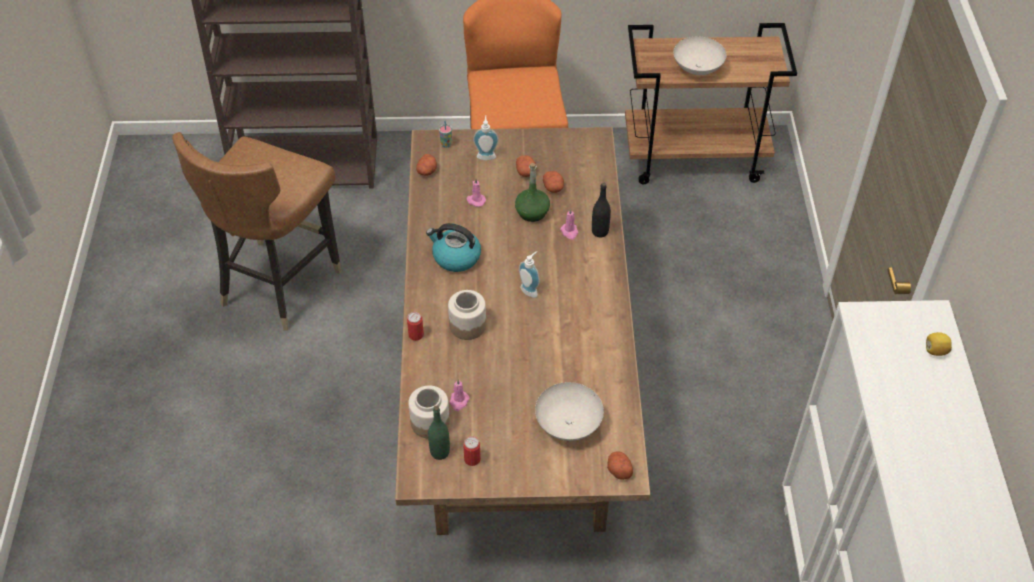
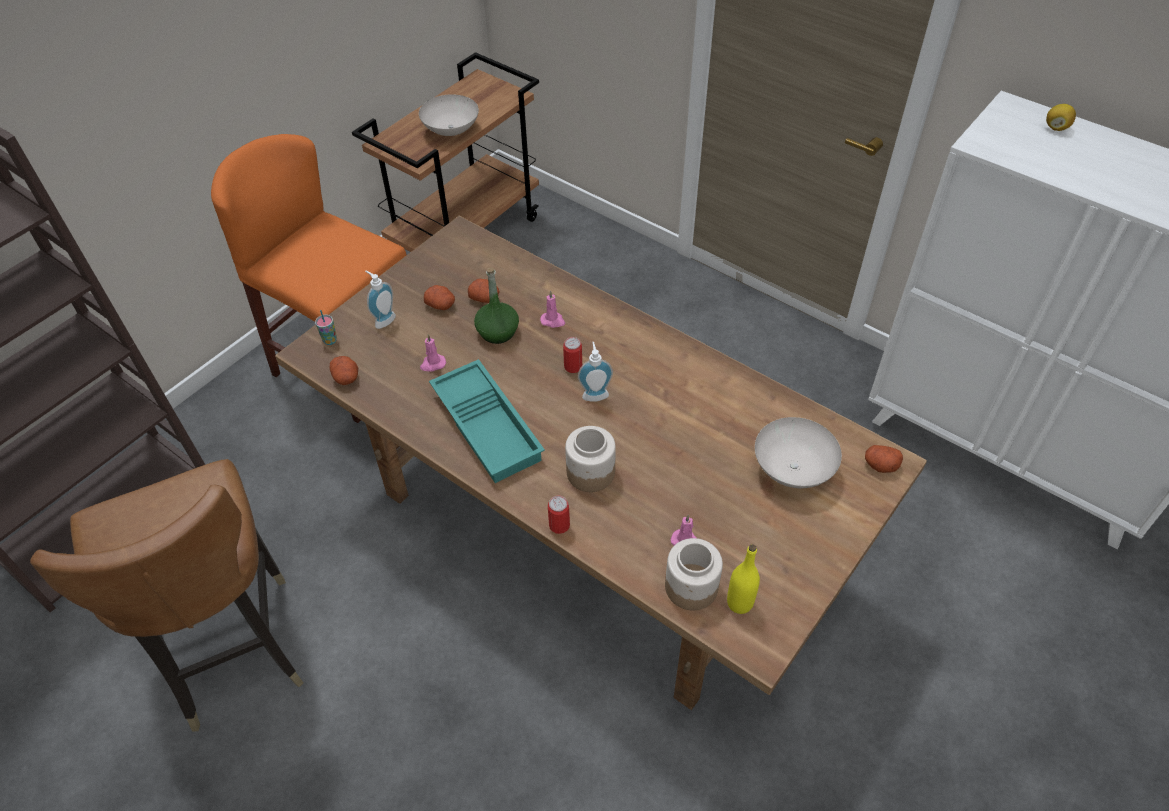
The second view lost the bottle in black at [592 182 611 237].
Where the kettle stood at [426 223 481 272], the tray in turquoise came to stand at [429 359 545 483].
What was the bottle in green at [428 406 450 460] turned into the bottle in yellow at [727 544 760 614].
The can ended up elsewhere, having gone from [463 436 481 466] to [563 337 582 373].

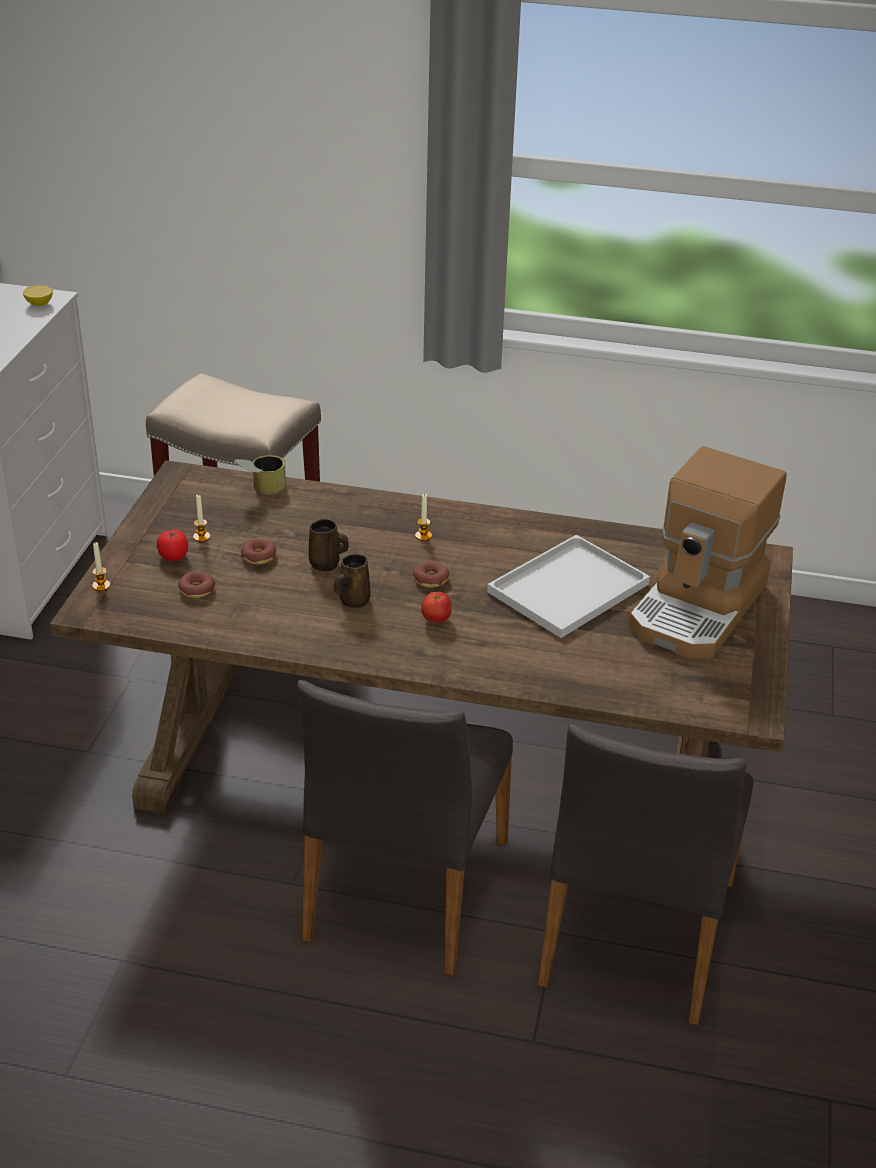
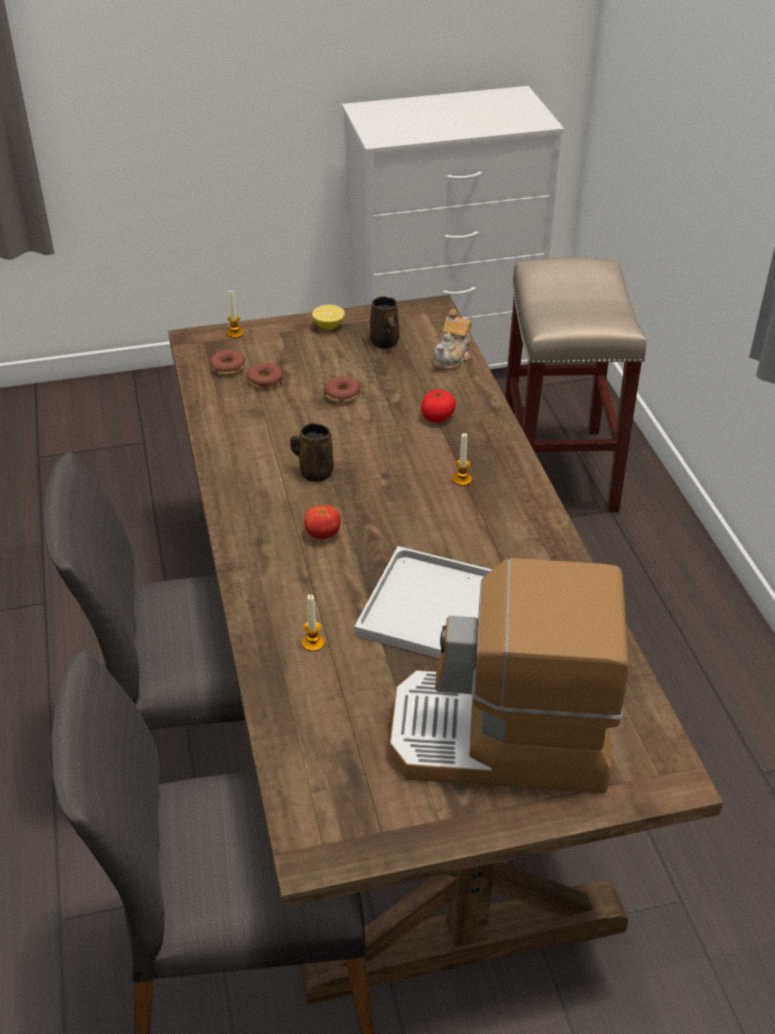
The lemon ended up elsewhere, having gone from [23 285 53 306] to [312 305 345 330].
Where the can stood at [234 455 286 493], the teapot came to stand at [433 309 472 370].
The candle ended up elsewhere, having gone from [193 495 210 542] to [302 594 325 652].
The mug in brown ended up elsewhere, having gone from [309 519 349 571] to [370 296 400 349].
The tomato ended up elsewhere, having gone from [157 530 188 561] to [421 390 456 423].
The donut ended up elsewhere, having gone from [413 560 449 588] to [210 350 245 375].

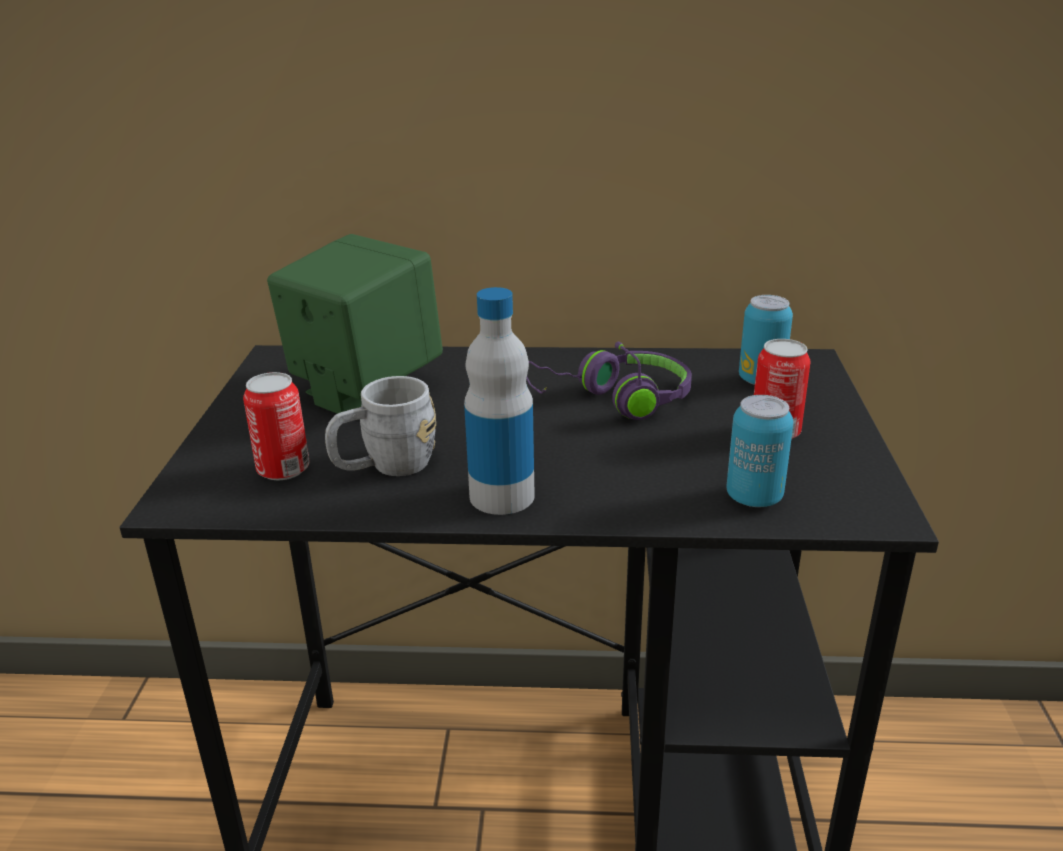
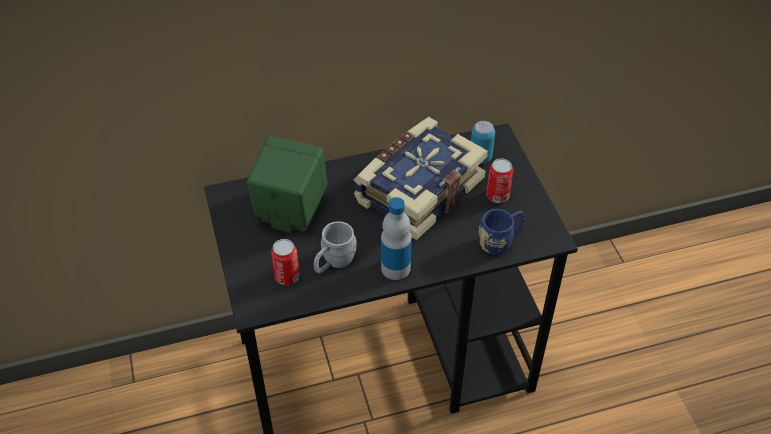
Where the headphones in purple stood at [526 342 692 420], the book came to stand at [354 117 488 240].
Where the can stood at [726 395 793 507], the mug in blue came to stand at [479 209 525 255].

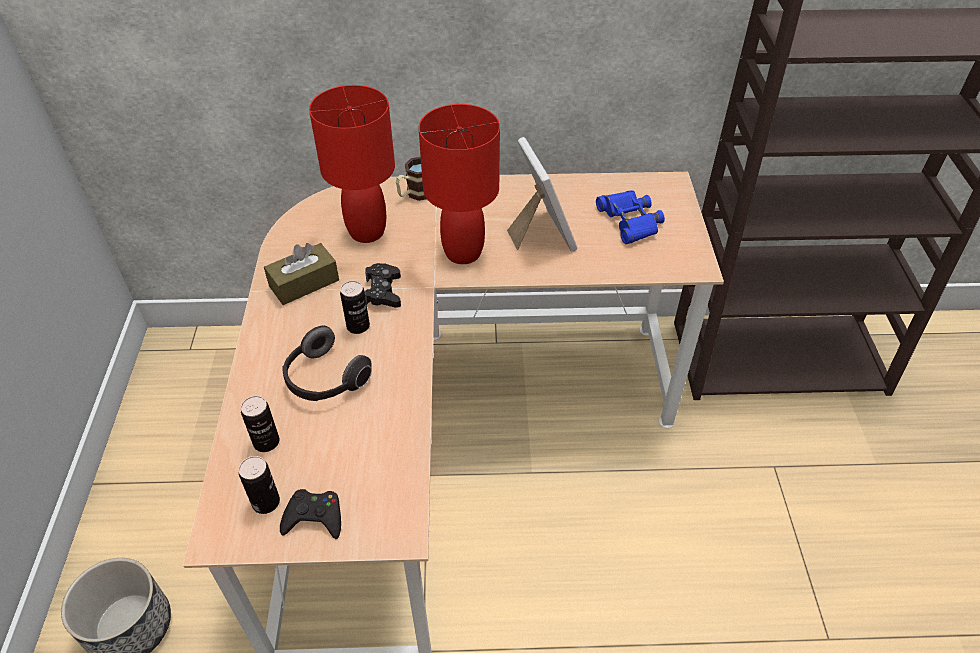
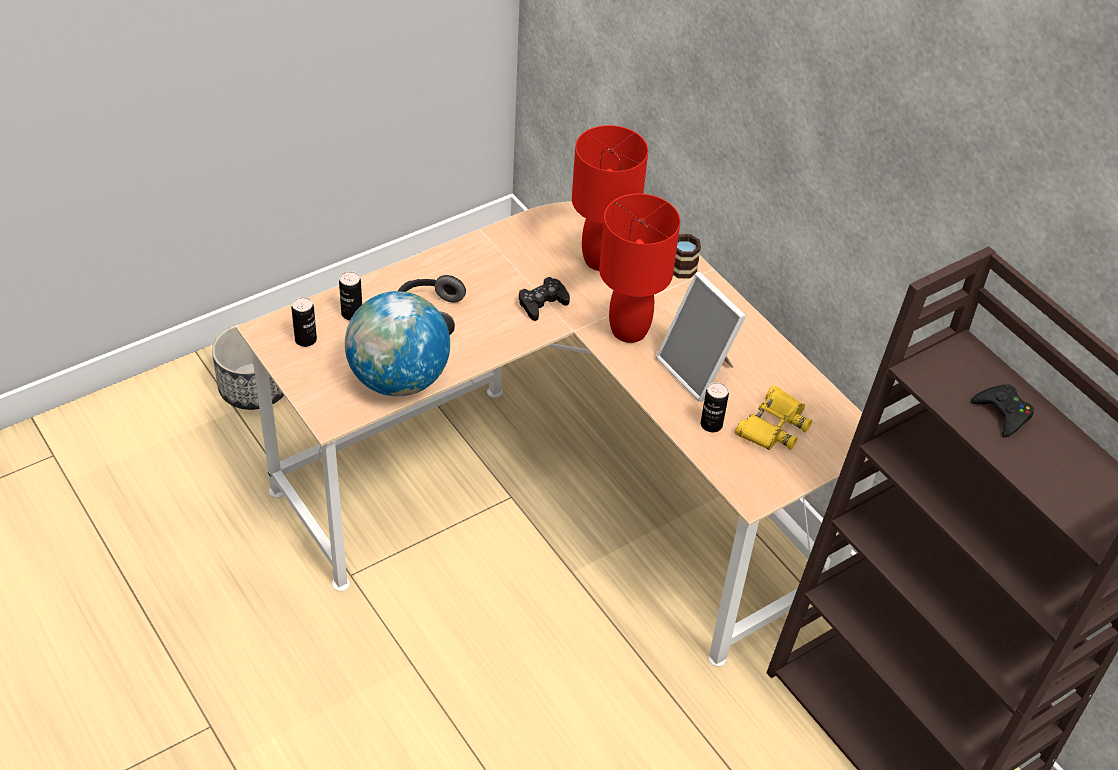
The picture frame at [507 137 577 252] ended up facing another way, 105 degrees clockwise from before.
What was the binoculars in blue at [596 190 665 244] turned into the binoculars in yellow at [735 385 812 450].
The second view lost the tissue box in brown at [264 243 339 305].
The can ended up elsewhere, having gone from [340 281 370 334] to [701 382 729 432].
The game controller in black ended up elsewhere, having gone from [280 489 341 539] to [971 384 1034 438].
The second view gained the globe at [345 291 450 396].

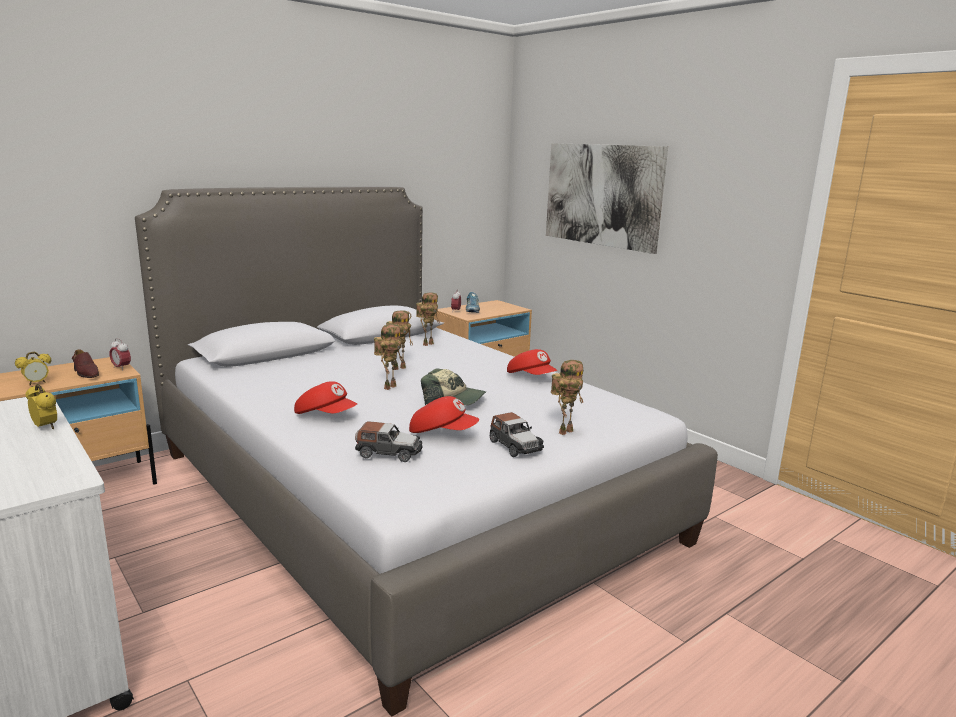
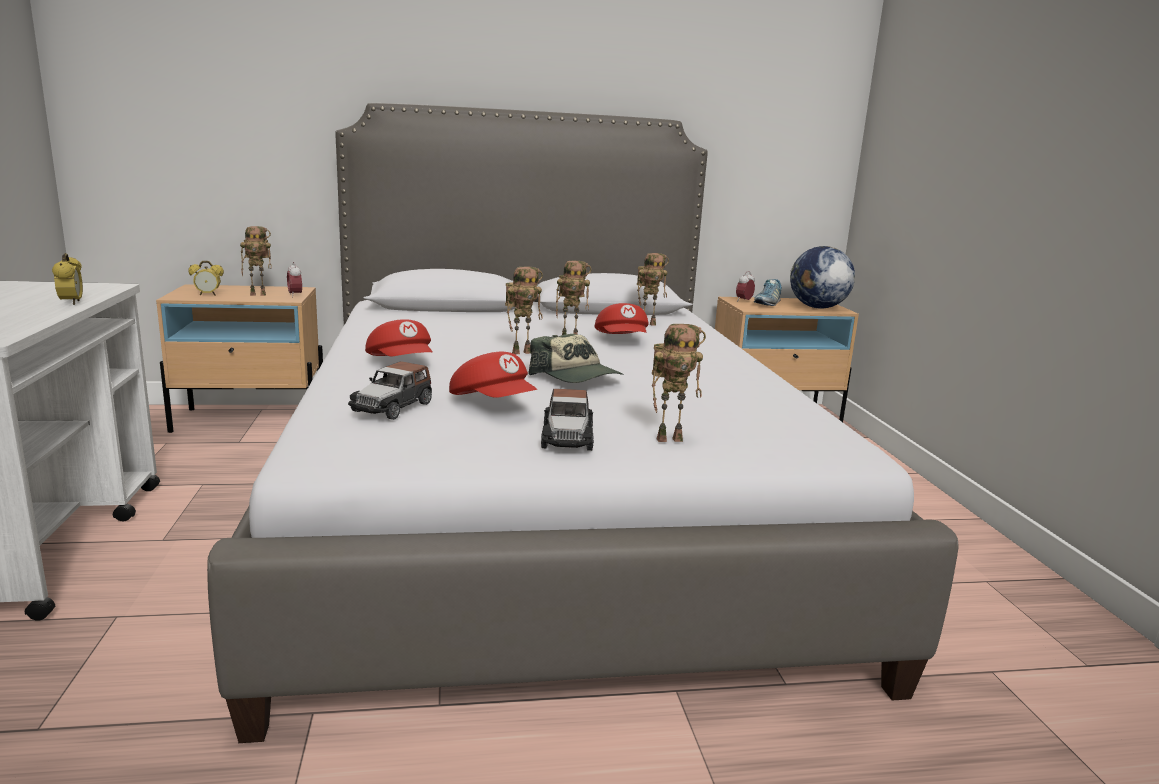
The second view lost the picture at [546 143 668 254].
Where the shoe in brown stood at [72 349 99 378], the toy robot came to stand at [240 226 272 296].
The cap in red ended up elsewhere, having gone from [507 349 557 375] to [595 303 649 334].
The toy car at [355 421 423 462] ended up facing another way, 75 degrees clockwise from before.
The second view gained the globe at [790 246 855 309].

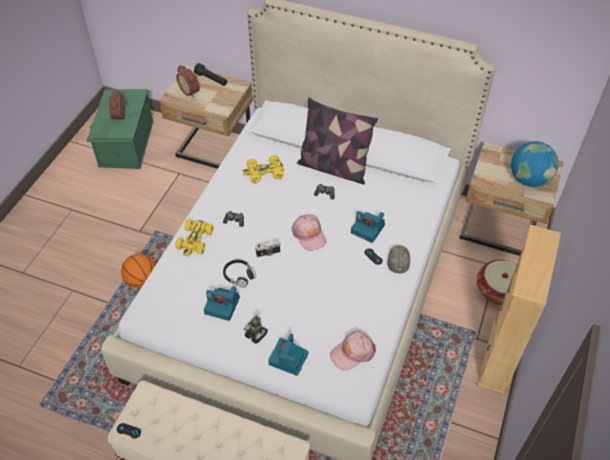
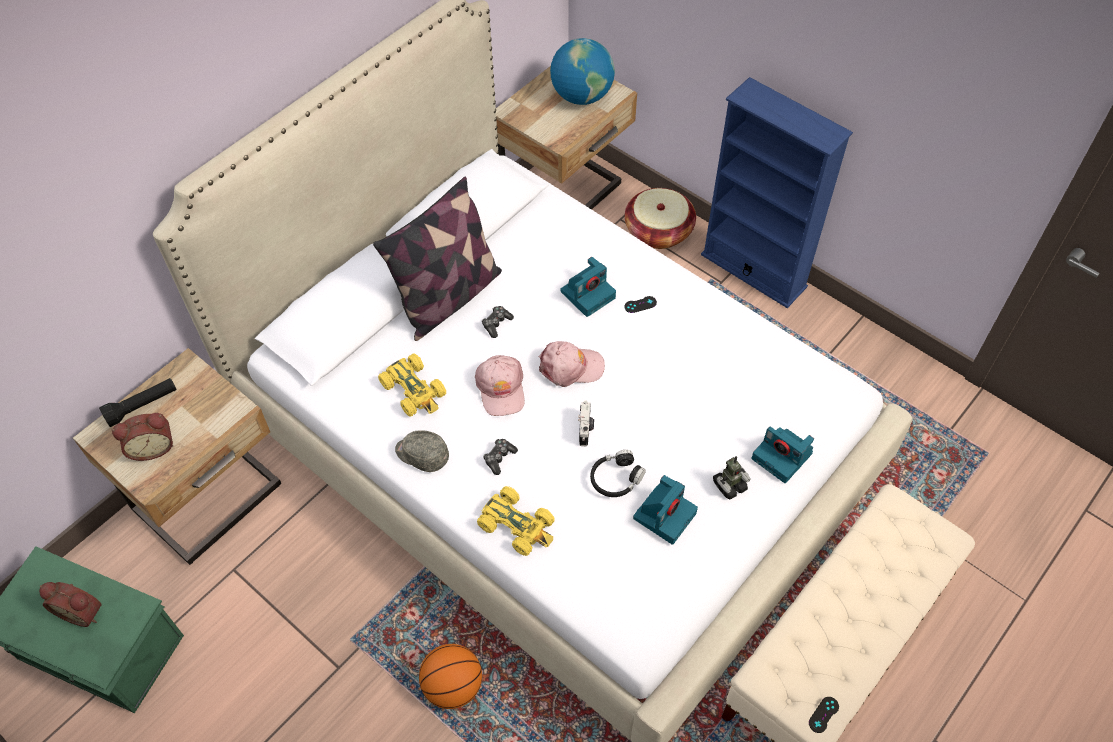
The toy car in yellow at [242 155 284 183] ended up facing another way, 45 degrees counterclockwise from before.
What was the bookcase in beige at [477 224 561 394] turned into the bookcase in blue at [701 77 853 308].
The cap in grey ended up elsewhere, having gone from [387 245 410 273] to [395 430 449 472].
The cap in pink ended up elsewhere, having gone from [330 331 376 371] to [474 355 525 416].

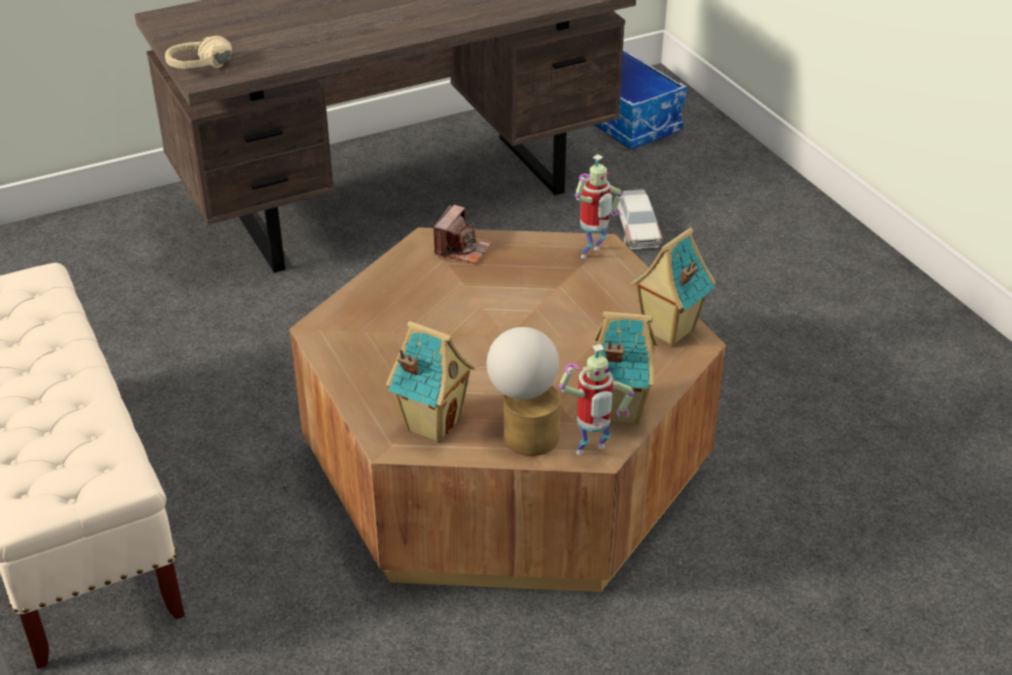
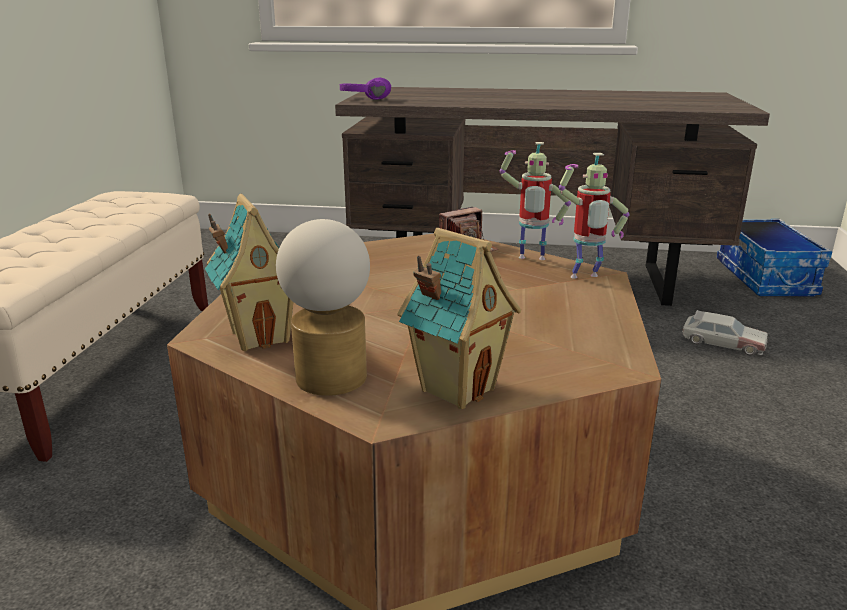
What was the headphones in beige at [165 36 232 69] turned into the headphones in purple at [340 77 391 100].
The toy car at [615 190 663 249] ended up facing another way, 90 degrees counterclockwise from before.
The second view lost the toy house at [631 228 716 346].
The toy robot ended up elsewhere, having gone from [559 344 634 455] to [500 142 571 260].

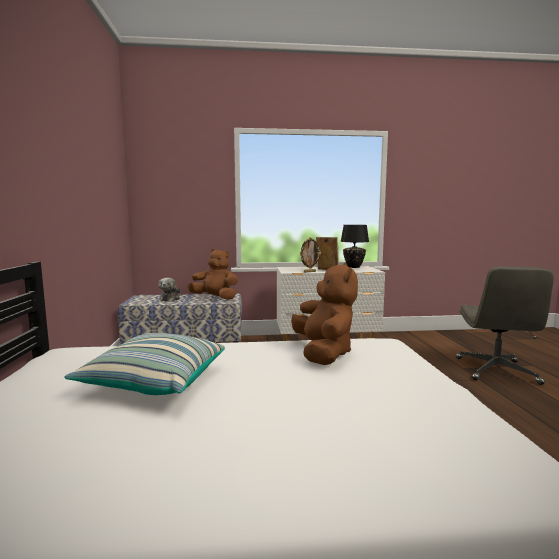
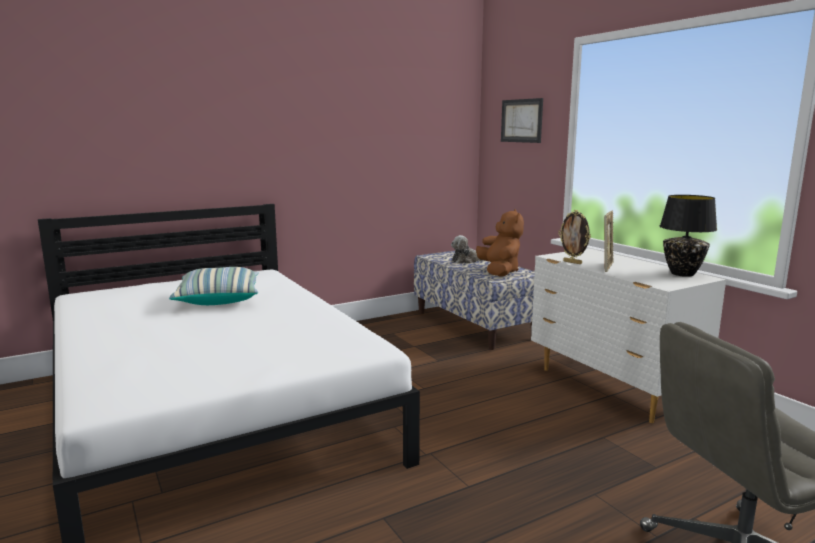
The second view lost the plush toy in brown at [291 262 358 365].
The second view gained the picture at [501 98 543 143].

